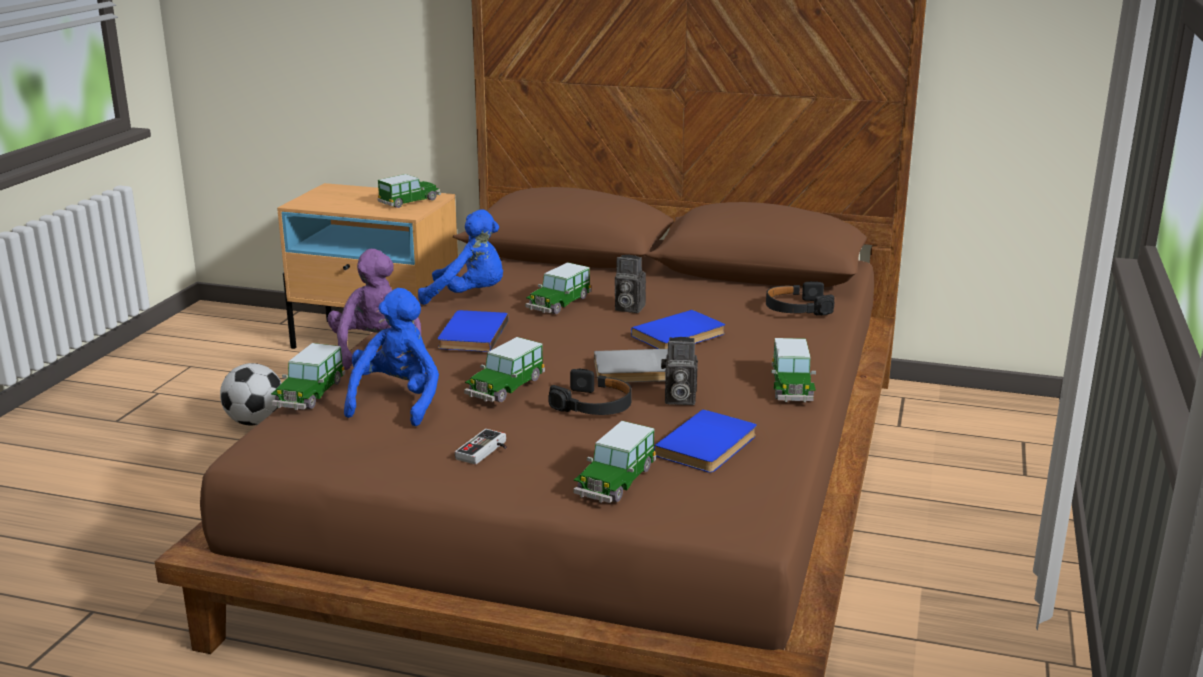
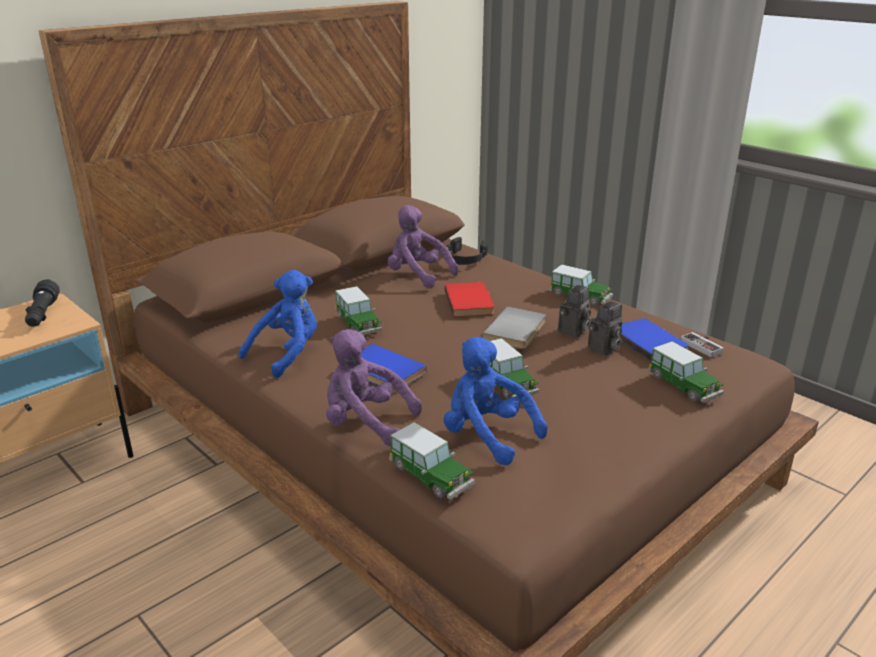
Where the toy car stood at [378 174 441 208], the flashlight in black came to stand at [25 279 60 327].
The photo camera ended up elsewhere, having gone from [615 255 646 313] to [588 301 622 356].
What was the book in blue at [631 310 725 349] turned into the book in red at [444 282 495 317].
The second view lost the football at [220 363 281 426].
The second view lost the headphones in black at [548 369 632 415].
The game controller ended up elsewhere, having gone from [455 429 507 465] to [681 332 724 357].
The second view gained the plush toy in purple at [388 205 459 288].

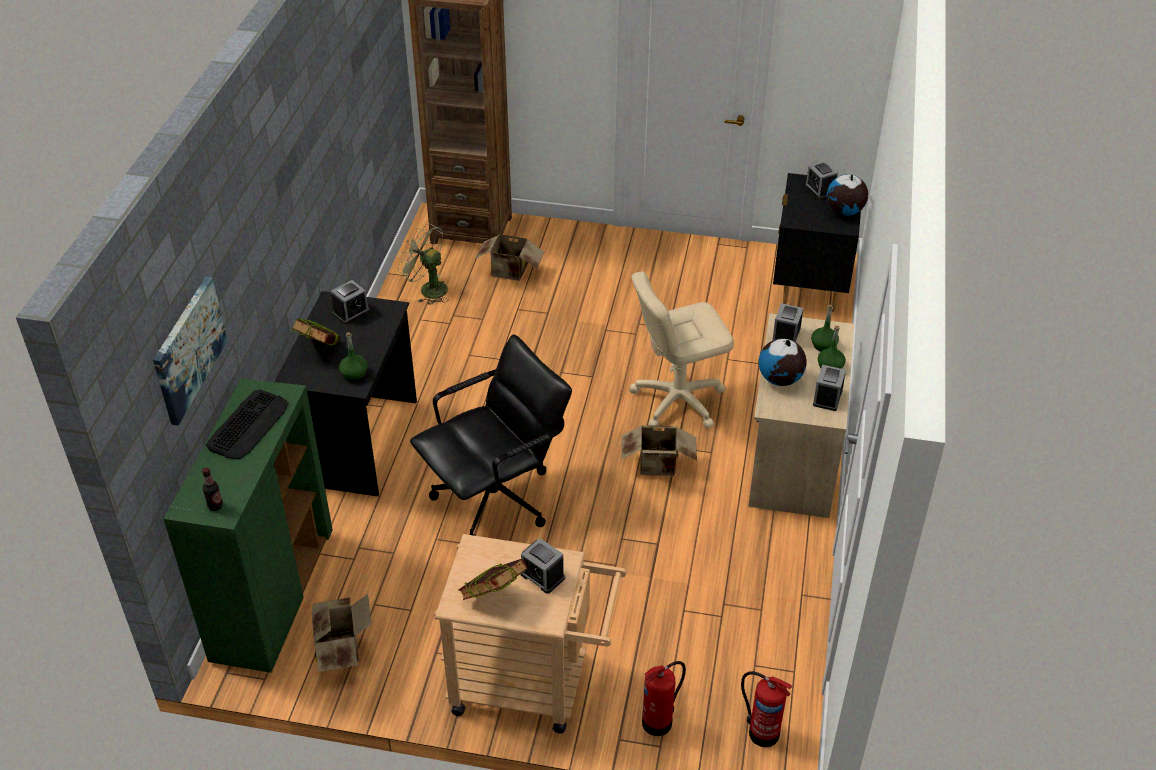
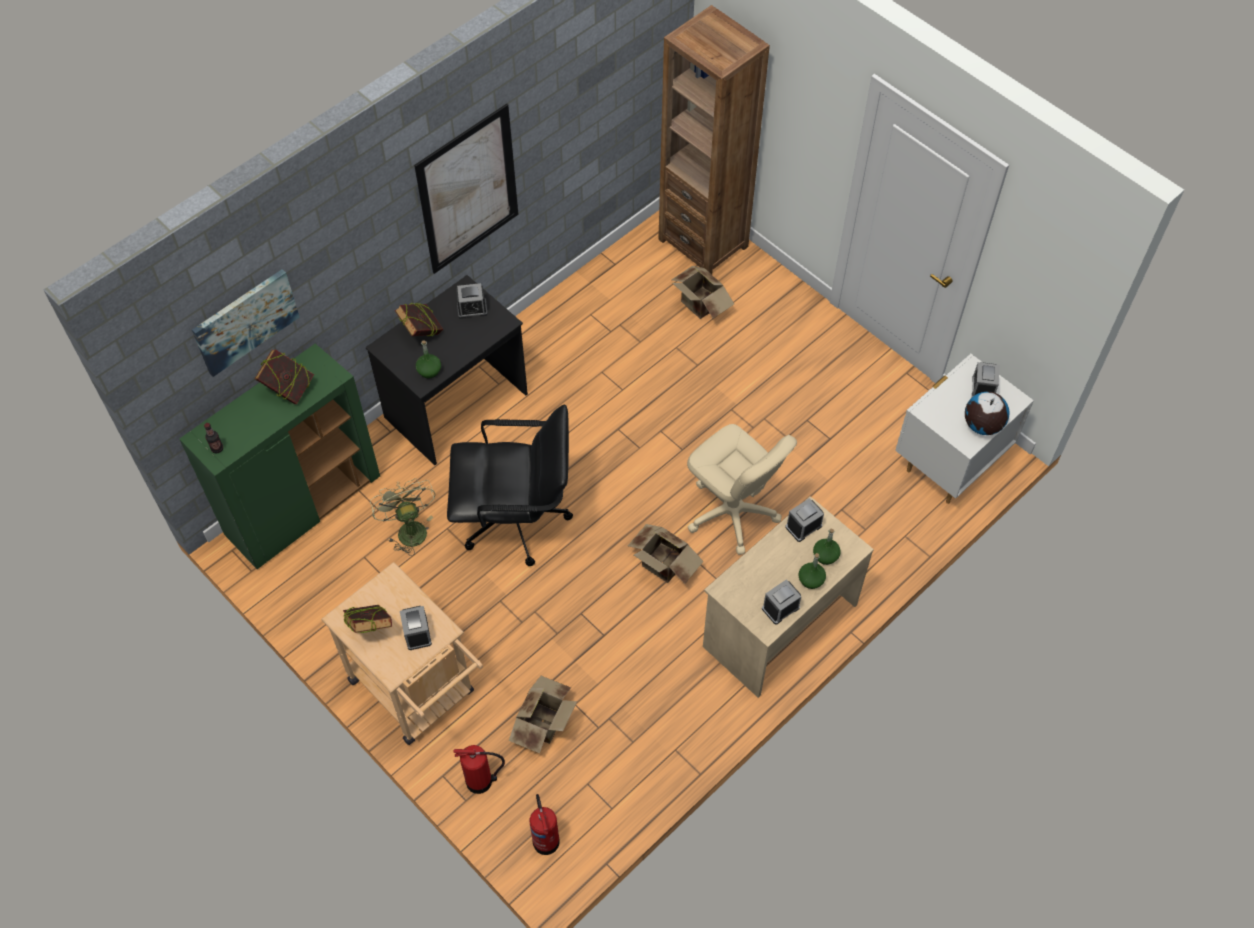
What was the nightstand in black at [773 173 861 312] turned into the nightstand in white at [895 354 1034 504].
The fan in green ended up elsewhere, having gone from [398 223 448 305] to [370 478 435 556].
The office chair in beige at [629 272 734 429] ended up facing another way, 150 degrees counterclockwise from before.
The second view lost the globe at [759 338 807 386].
Where the keyboard stood at [206 390 288 459], the book came to stand at [254 349 314 404].
The cardboard box ended up elsewhere, having gone from [312 594 372 672] to [509 676 577 753].
The second view gained the picture at [414 104 519 274].

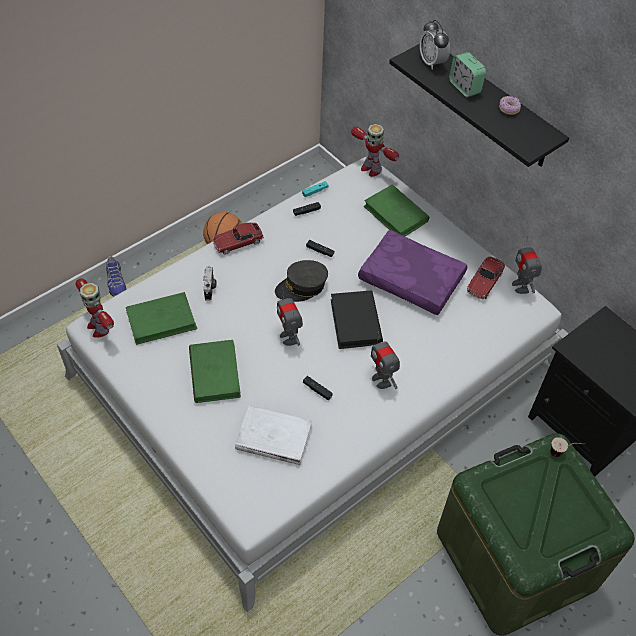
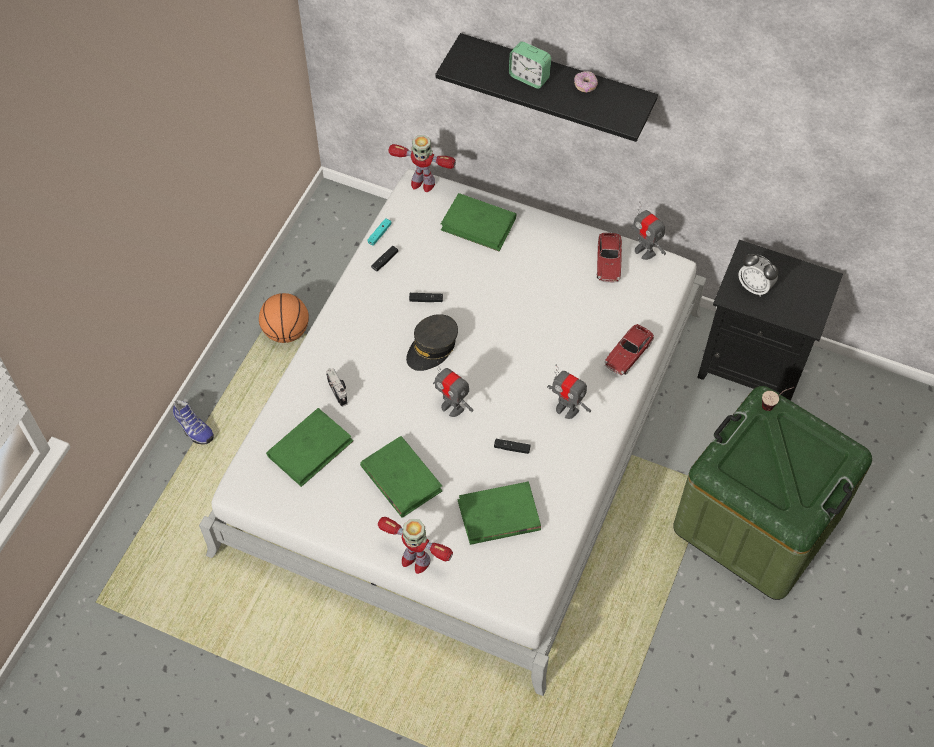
The alarm clock ended up elsewhere, having gone from [420 20 450 70] to [738 254 778 297].
The toy car ended up elsewhere, having gone from [212 223 264 255] to [604 324 654 376].
The second view lost the pillow in purple at [358 230 467 315].
The toy robot ended up elsewhere, having gone from [76 278 114 338] to [378 517 453 574].
The second view lost the book in black at [331 291 383 349].
What was the book in white at [235 406 312 465] turned into the book in green at [457 481 541 545].

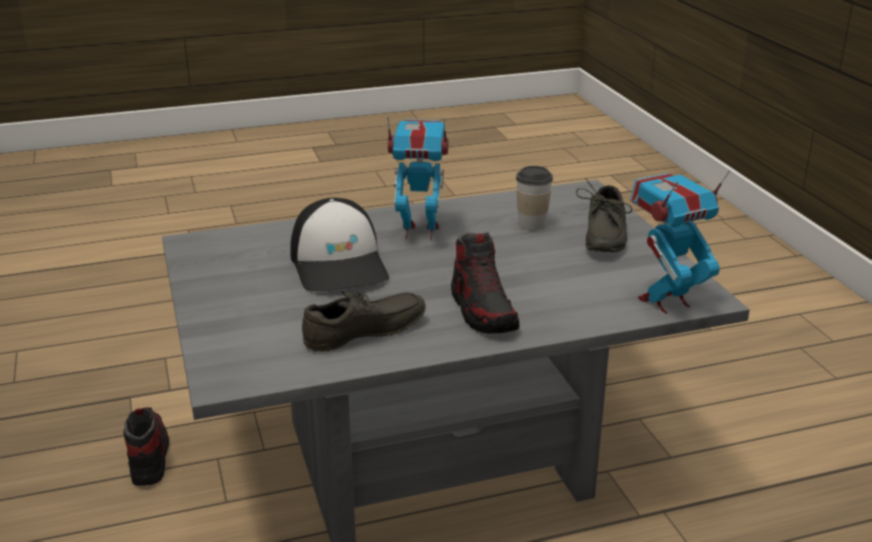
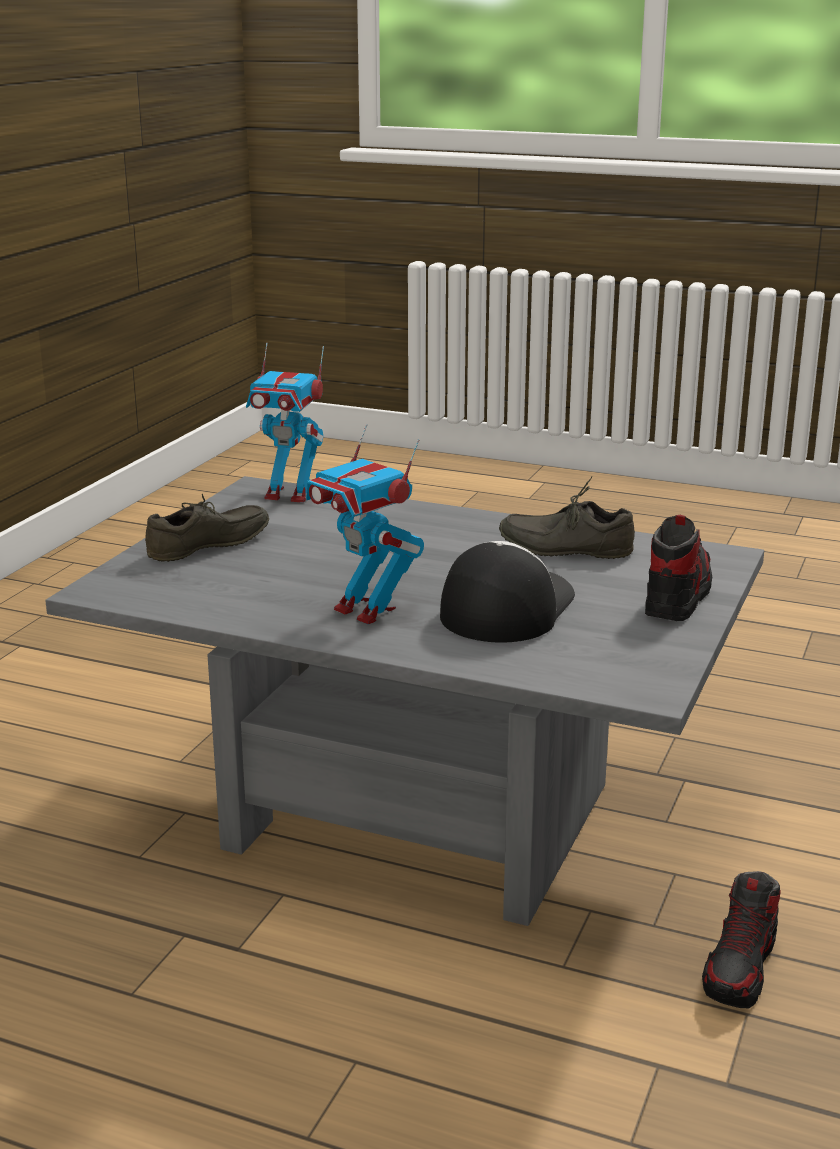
The second view lost the cup at [516 166 553 230].
The shoe ended up elsewhere, having gone from [451 232 520 334] to [645 515 712 621].

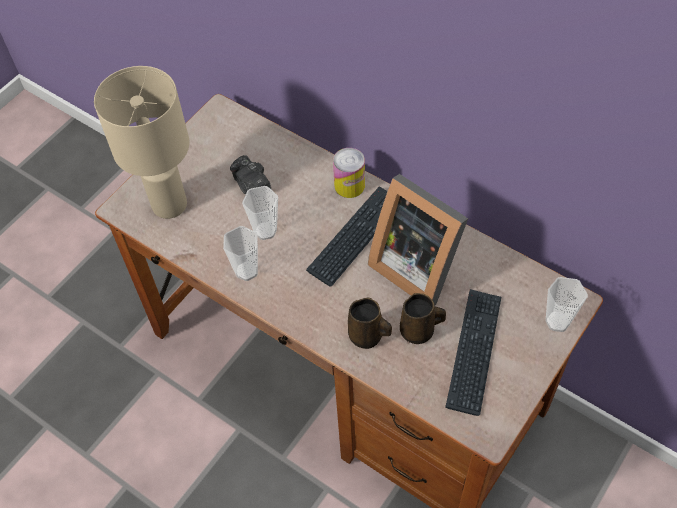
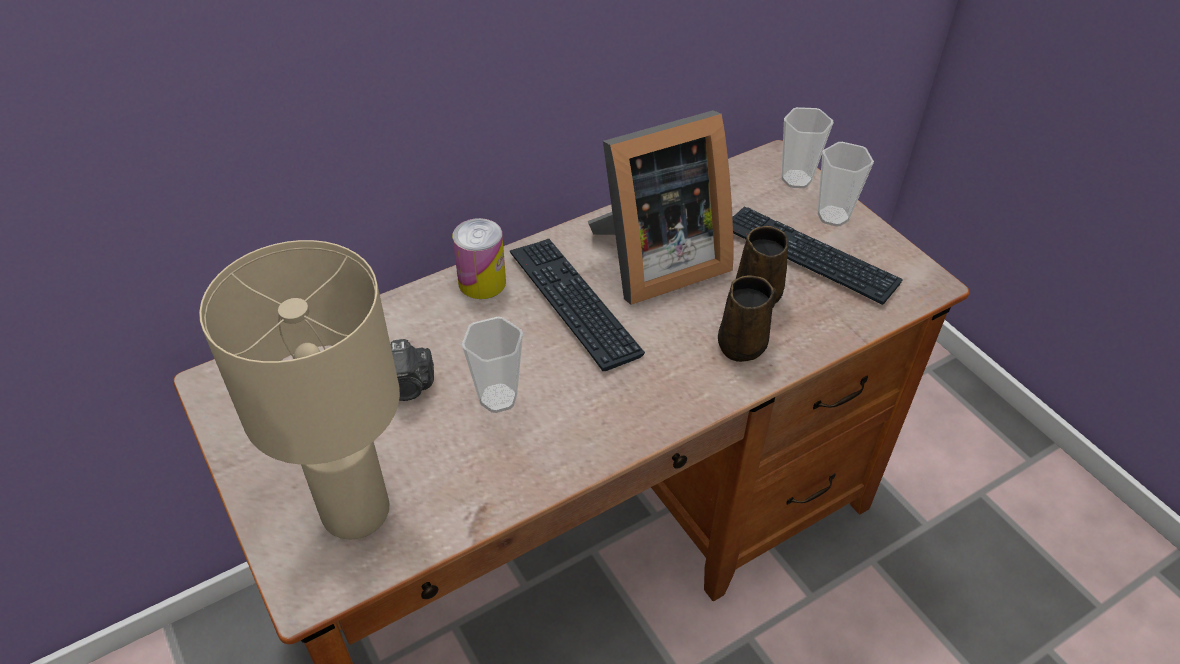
The cup ended up elsewhere, having gone from [223 226 258 281] to [817 142 874 227].

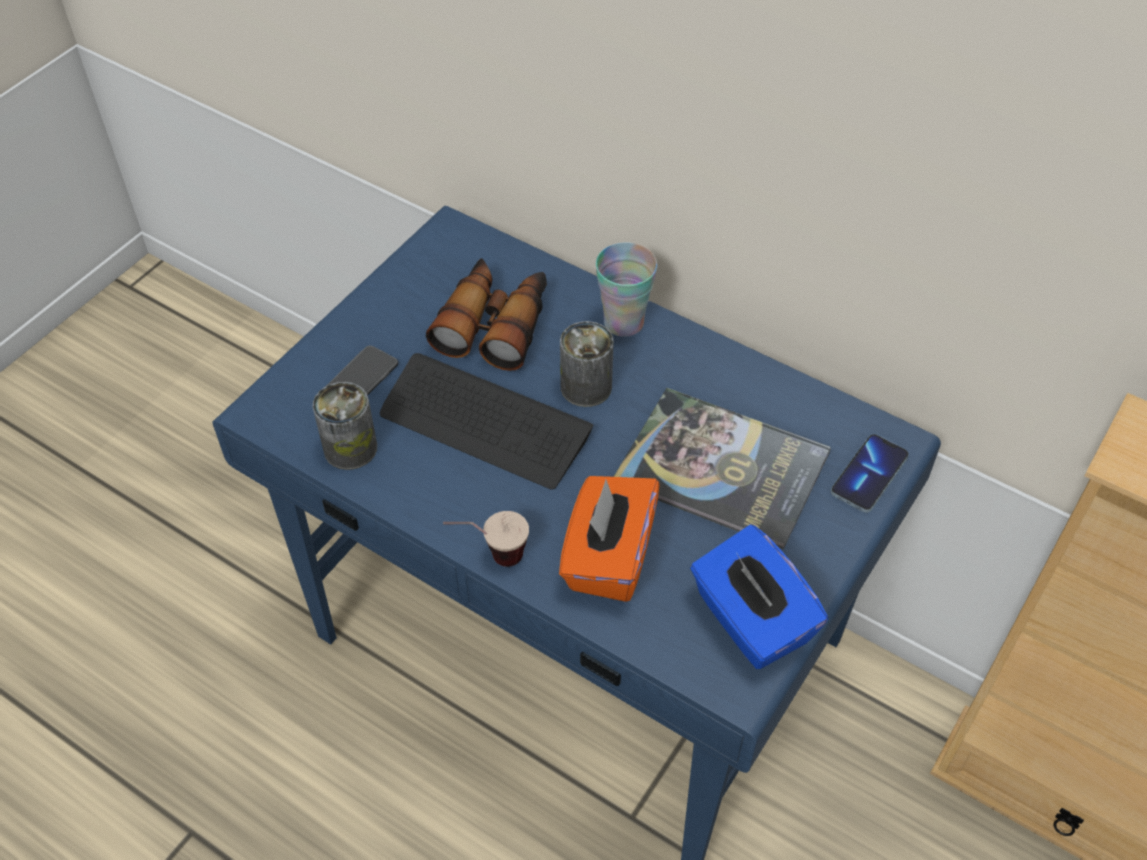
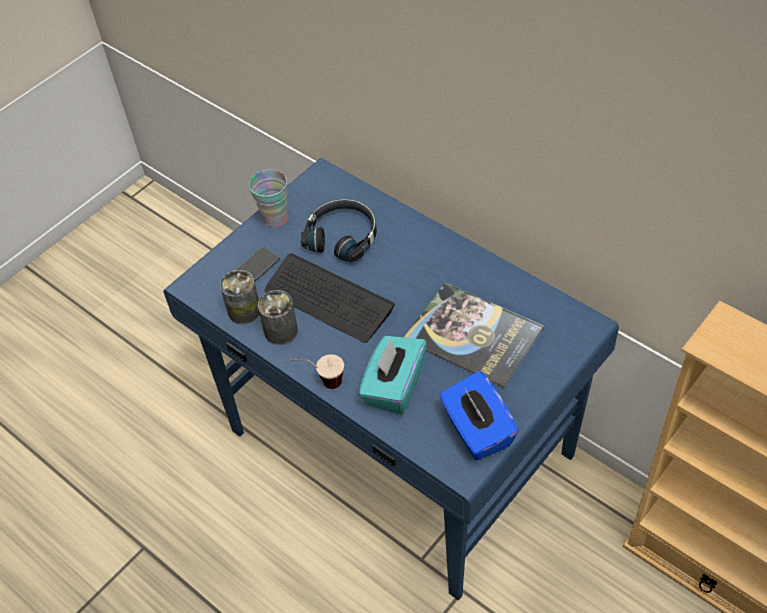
The cup ended up elsewhere, having gone from [596 242 657 337] to [249 170 288 228].
Where the binoculars stood at [426 258 547 371], the headphones in black came to stand at [301 199 377 263].
The can ended up elsewhere, having gone from [560 321 614 407] to [258 290 298 345].
The second view lost the phone at [831 434 909 513].
What was the tissue box in orange at [559 476 660 602] turned into the tissue box in turquoise at [359 336 427 414].

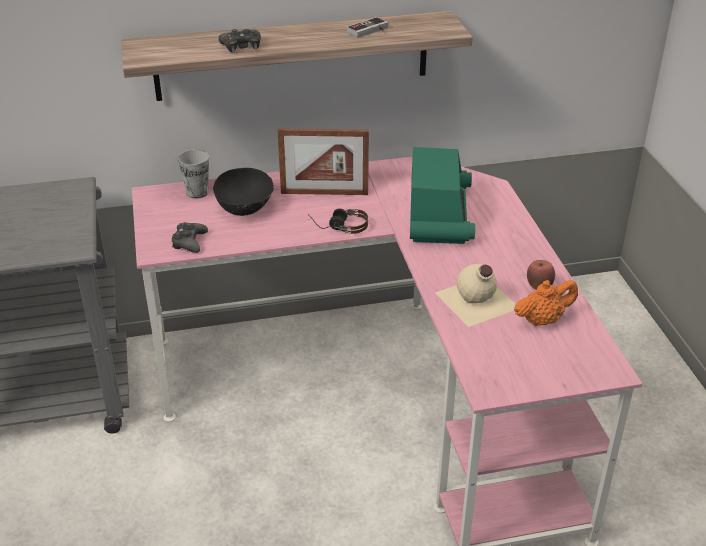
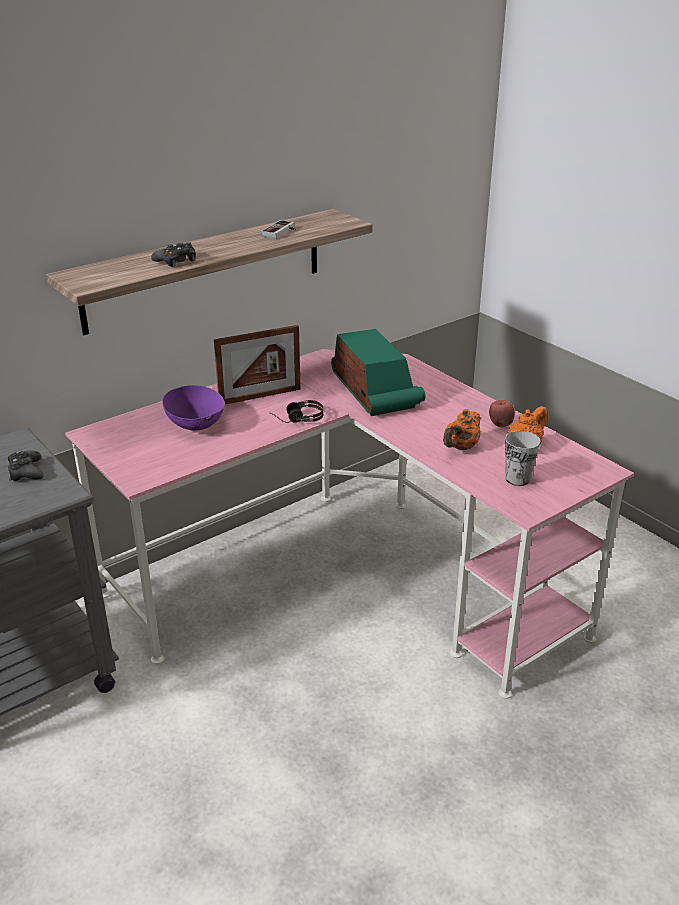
The cup ended up elsewhere, having gone from [178 149 209 199] to [505 431 540 486].
What was the bowl in black at [213 168 274 216] turned into the bowl in purple at [163 385 225 431].
The game controller in black ended up elsewhere, having gone from [172 222 208 253] to [8 451 44 481].
Where the bottle in beige stood at [435 264 516 327], the teapot in orange came to stand at [443 409 481 450].

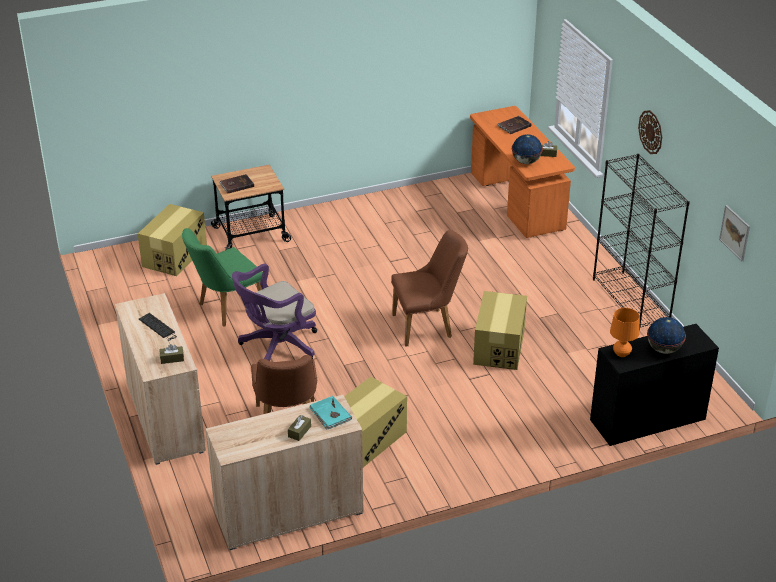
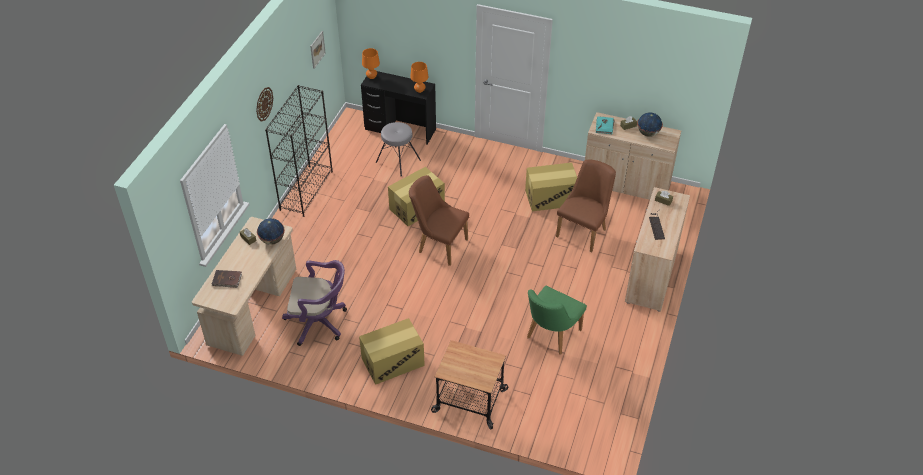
What was the desk in orange at [470 106 575 238] turned into the desk in beige at [192 217 296 356].
The second view lost the book in brown at [219 174 254 193].
The cardboard box ended up elsewhere, having gone from [138 204 207 276] to [359 318 425 385].
The chair in green at [182 228 263 326] ended up facing another way, 120 degrees clockwise from before.
The office chair in purple ended up elsewhere, having gone from [232 263 317 361] to [282 260 347 346].
The globe ended up elsewhere, having gone from [647 317 686 354] to [637 112 663 137].
The second view gained the table lamp in orange at [362 48 380 79].
The second view gained the stool in grey at [376 122 421 176].

